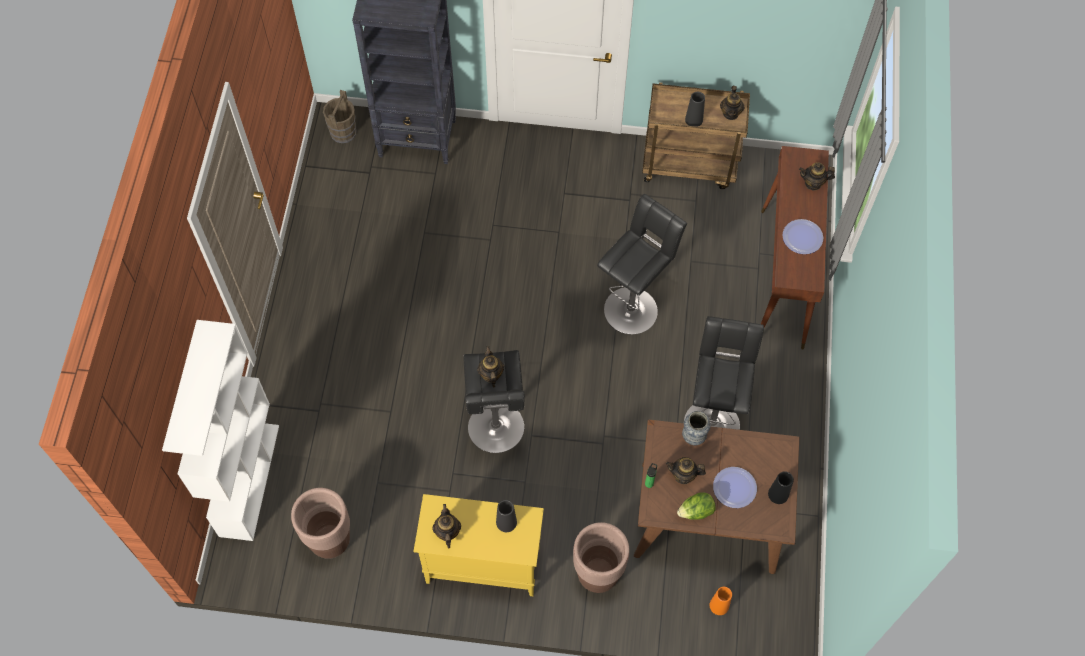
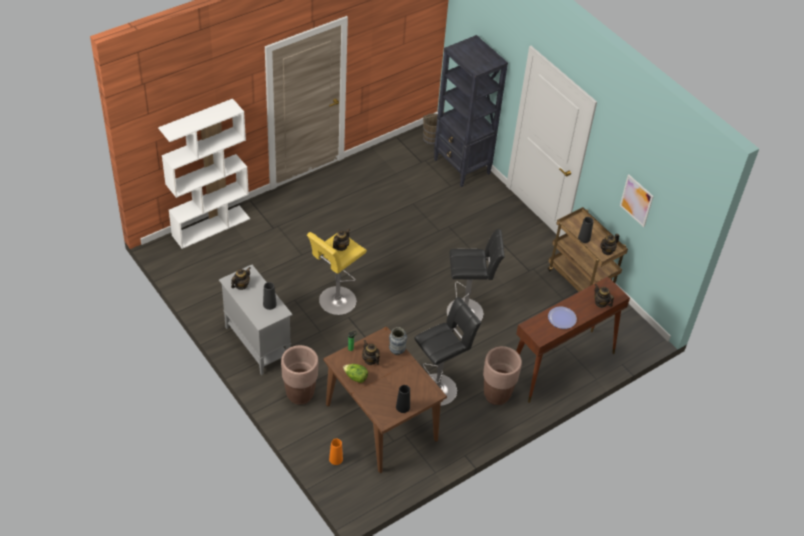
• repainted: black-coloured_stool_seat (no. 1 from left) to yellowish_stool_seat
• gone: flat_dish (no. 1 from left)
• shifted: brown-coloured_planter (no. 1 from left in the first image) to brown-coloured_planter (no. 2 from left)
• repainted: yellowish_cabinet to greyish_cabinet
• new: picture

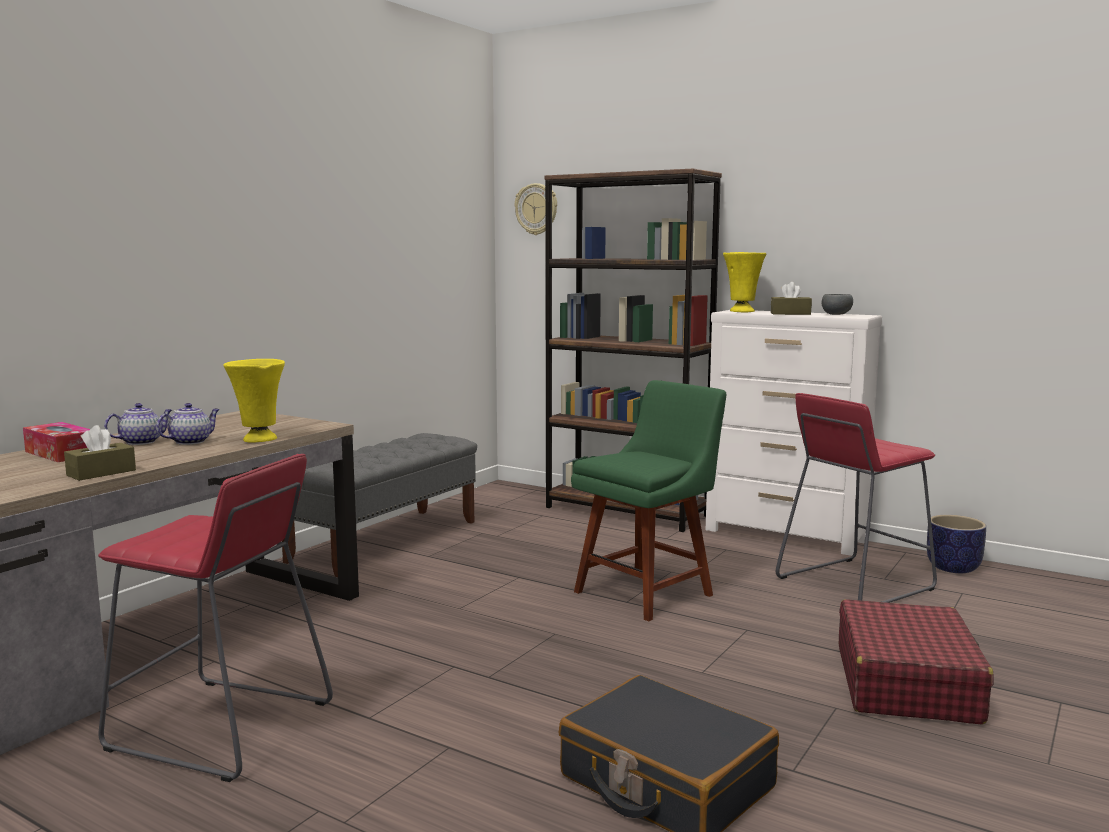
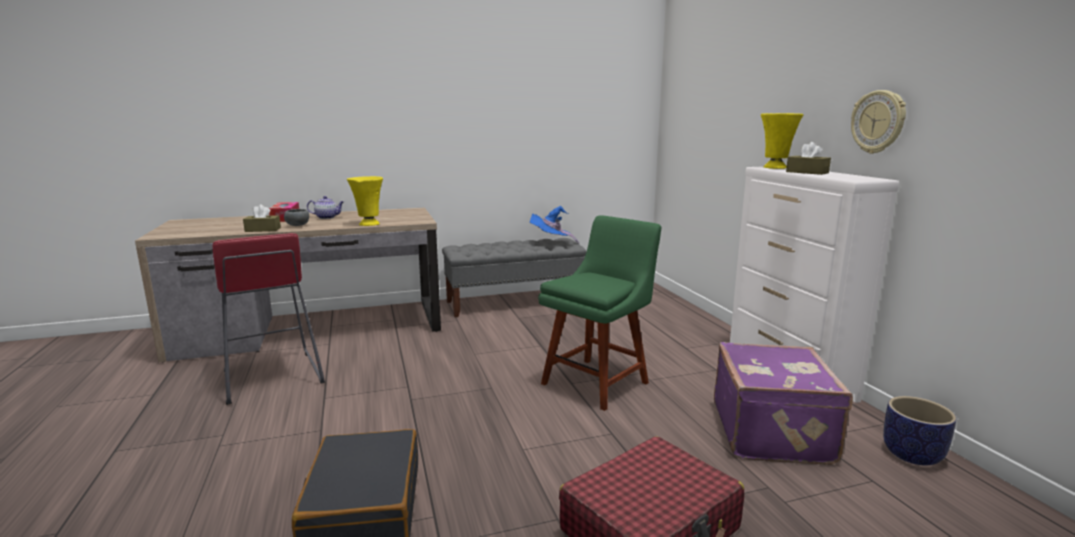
• gone: brown-coloured_bookcase
• shifted: hanging_clock
• shifted: greyish_bowl
• rotated: greenish_chair 45 degrees counterclockwise
• swapped: red-coloured_stool_seat (no. 2 from left) to purple-coloured_travel_case
• gone: tea_pot (no. 2 from left)
• new: blue_clothing_hat

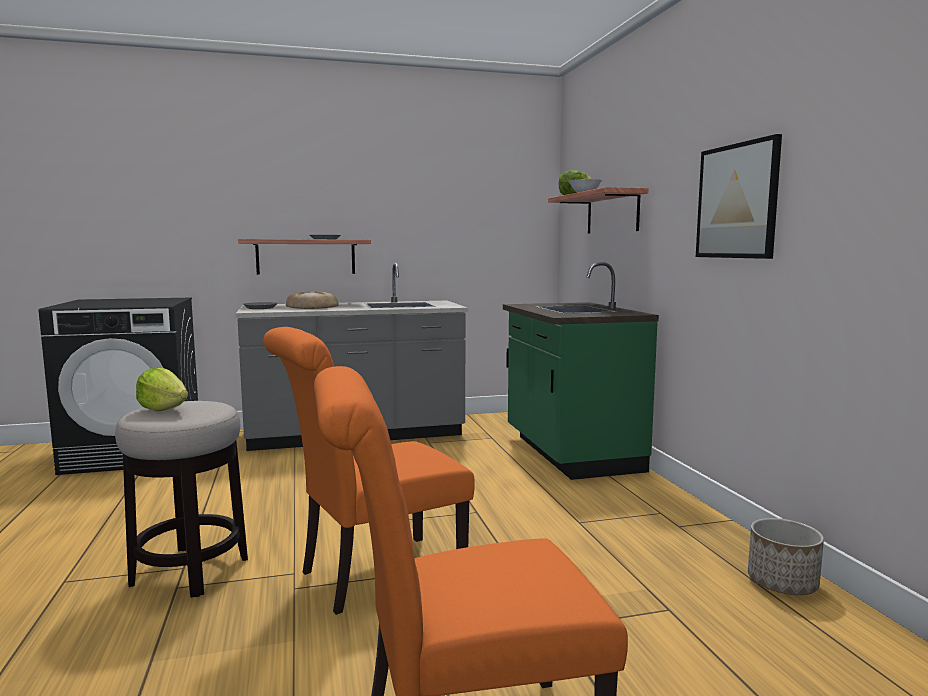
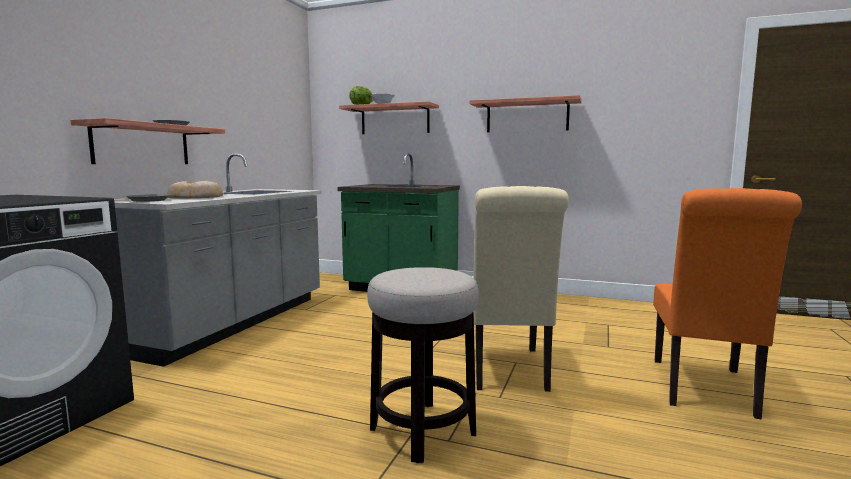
• swapped: picture to bracket_shelf (no. 3 from left)
• repainted: orangey_chair (no. 1 from left) to beige_chair
• gone: head_of_lettuce (no. 1 from left)
• gone: planter

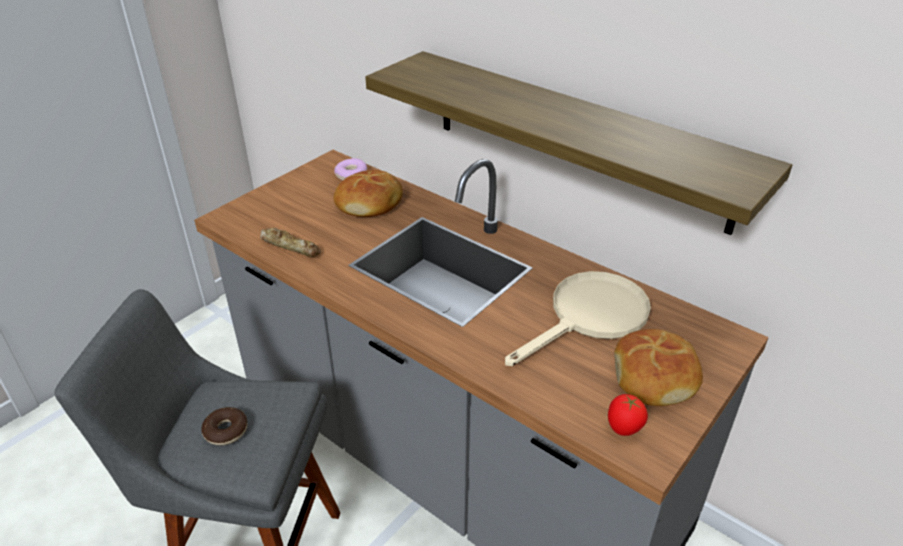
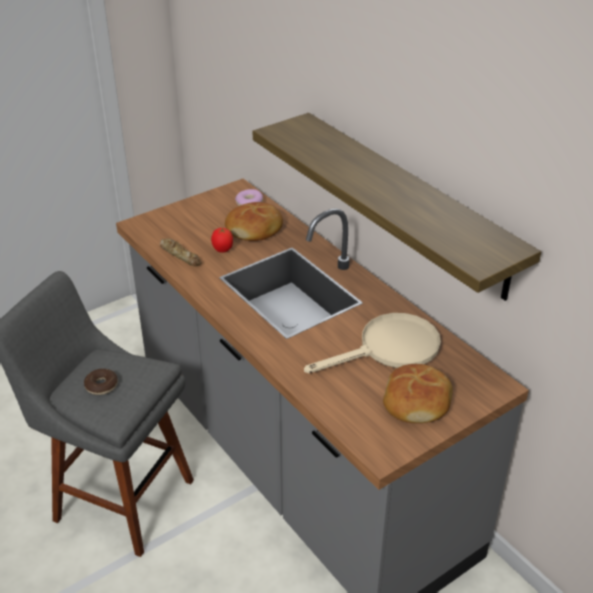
• shifted: whole_tomato

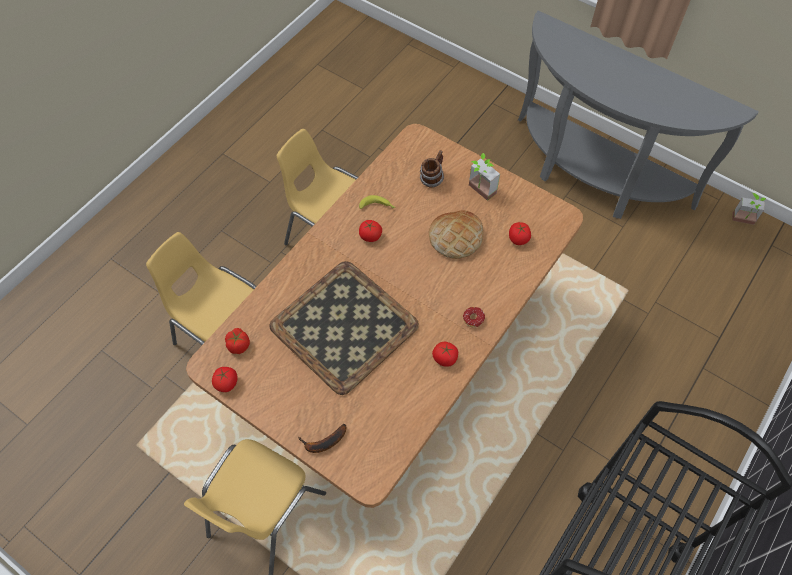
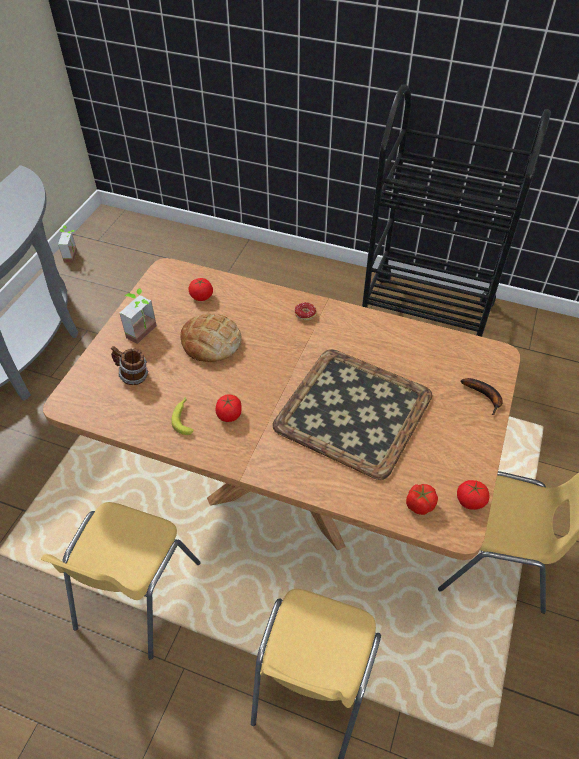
• gone: whole_tomato (no. 4 from left)

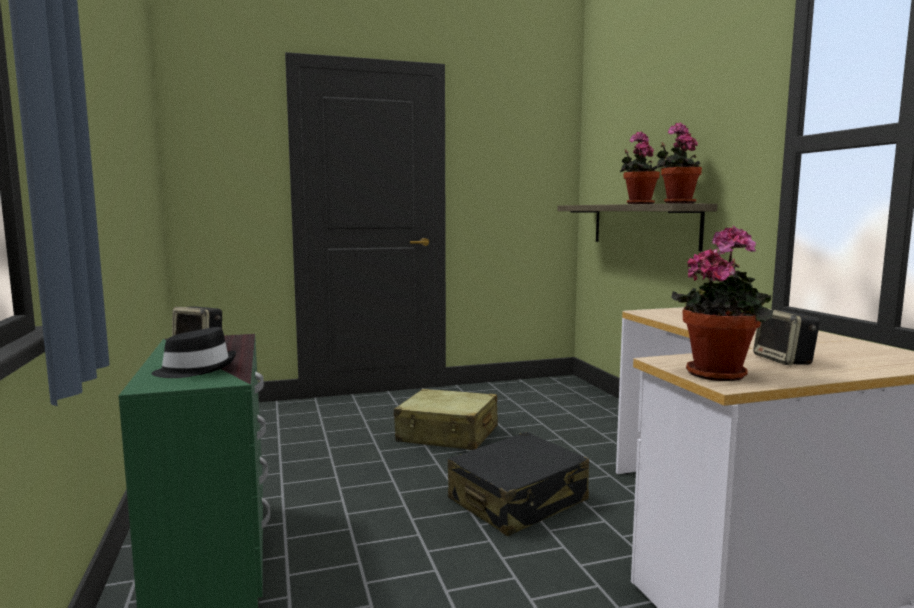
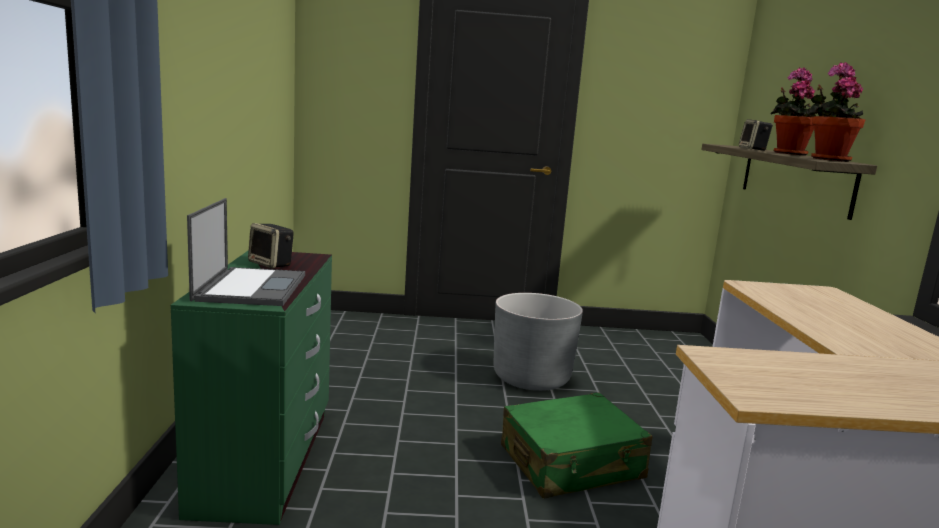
• gone: potted_plant (no. 3 from left)
• shifted: speaker (no. 2 from left)
• swapped: black-coloured_clothing_hat to notebook_computer
• swapped: beige_travel_case to greyish_planter
• repainted: black-coloured_travel_case to greenish_travel_case

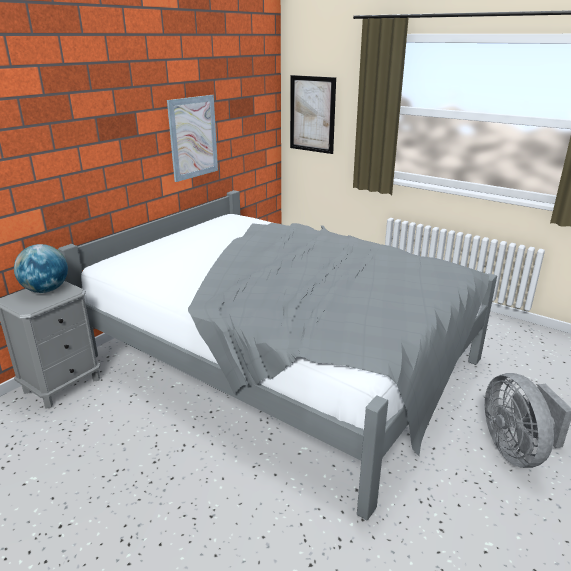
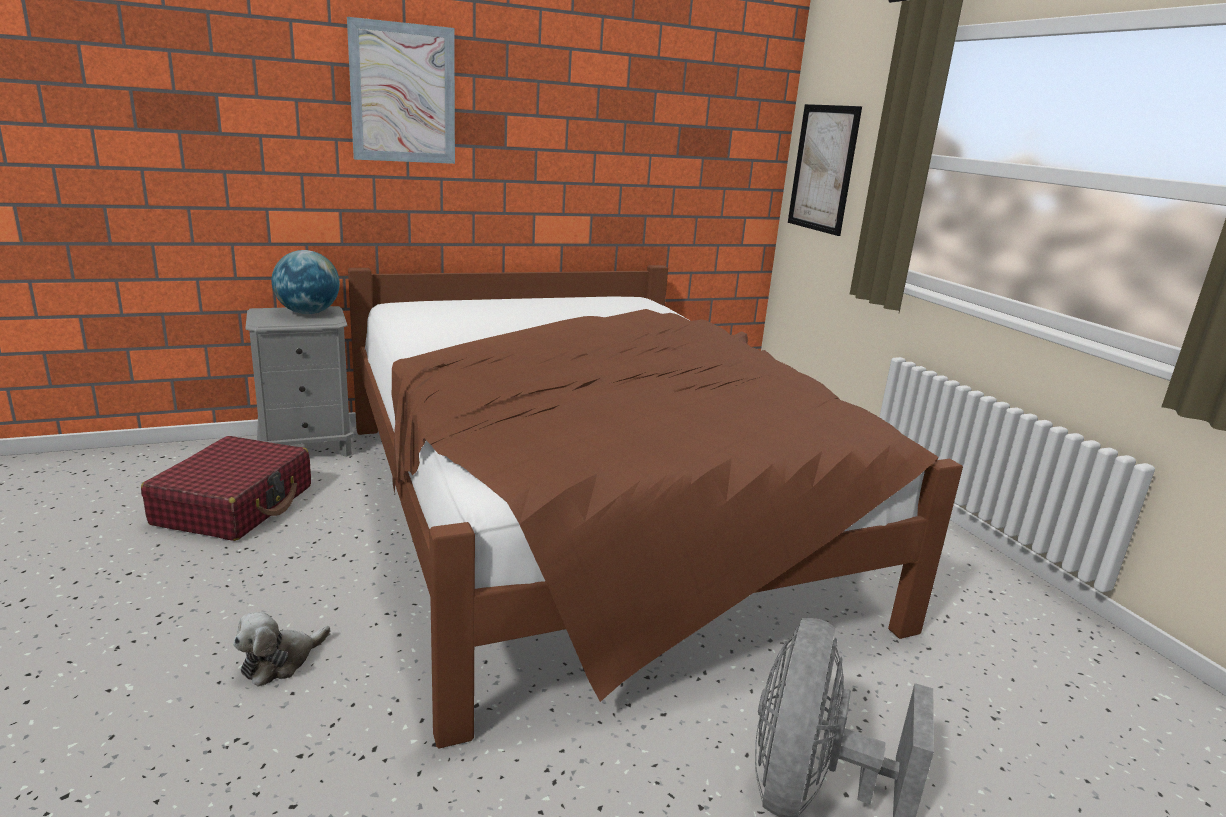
• shifted: picture (no. 1 from left)
• repainted: greyish_bedroom_bed to brown-coloured_bedroom_bed
• new: red-coloured_travel_case
• new: cuddly_toy

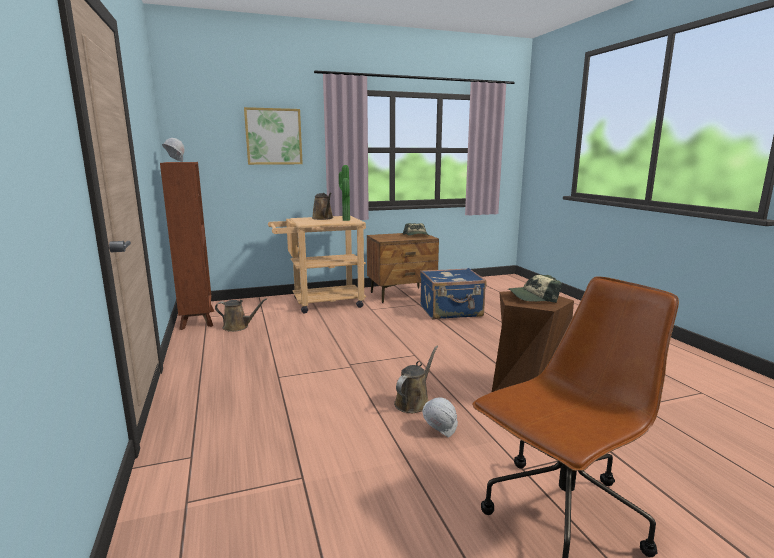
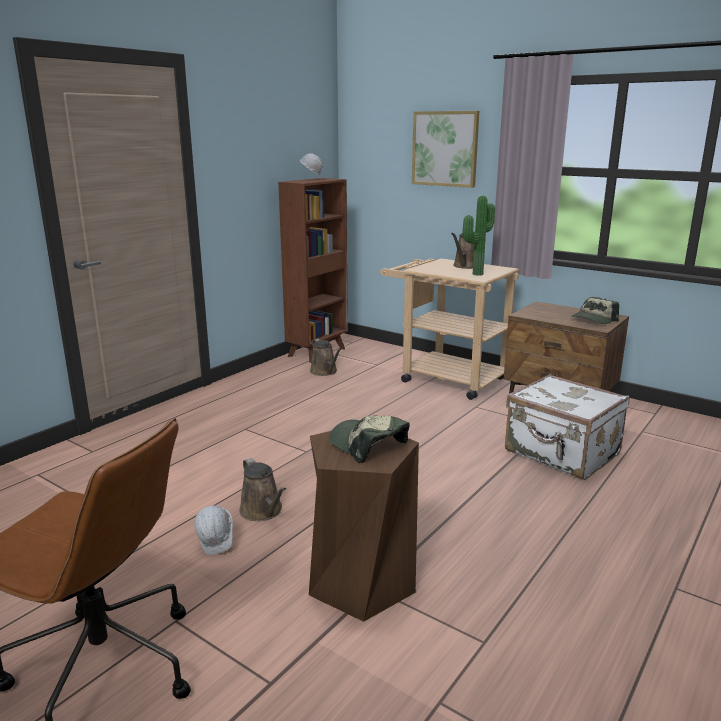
• repainted: blue_travel_case to whitish_travel_case
• rotated: brown-coloured_watering_pot (no. 3 from left in the first image) 60 degrees clockwise

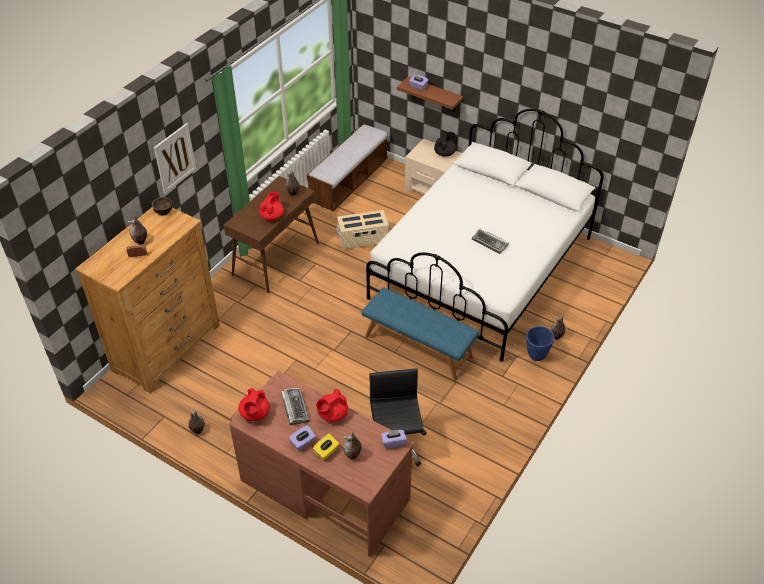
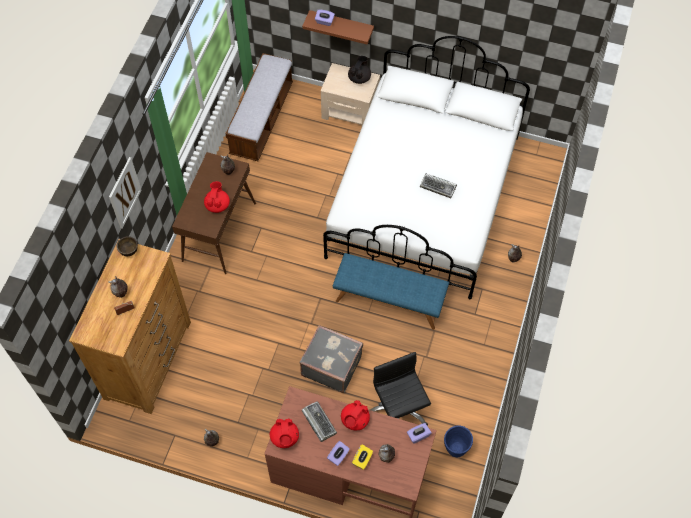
• gone: beige_storage_container
• shifted: blue_planter
• new: greyish_travel_case

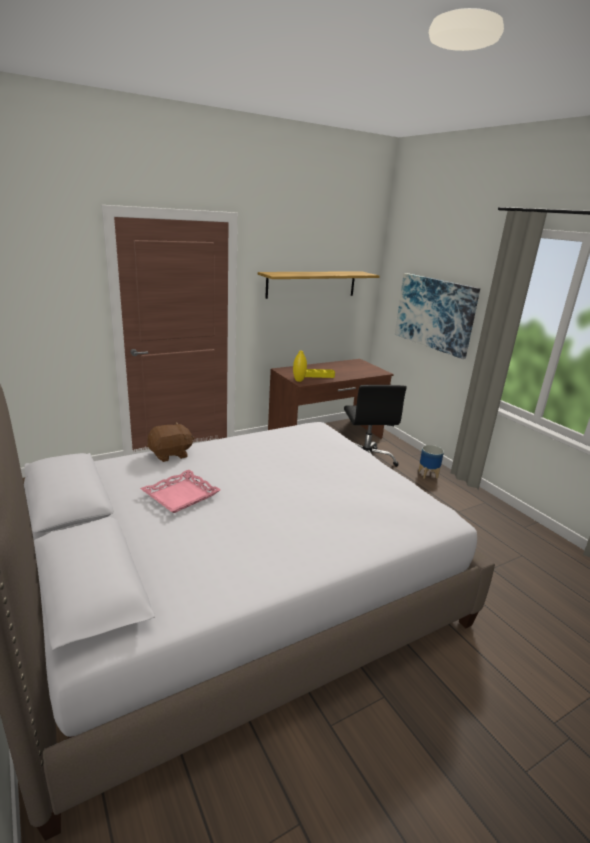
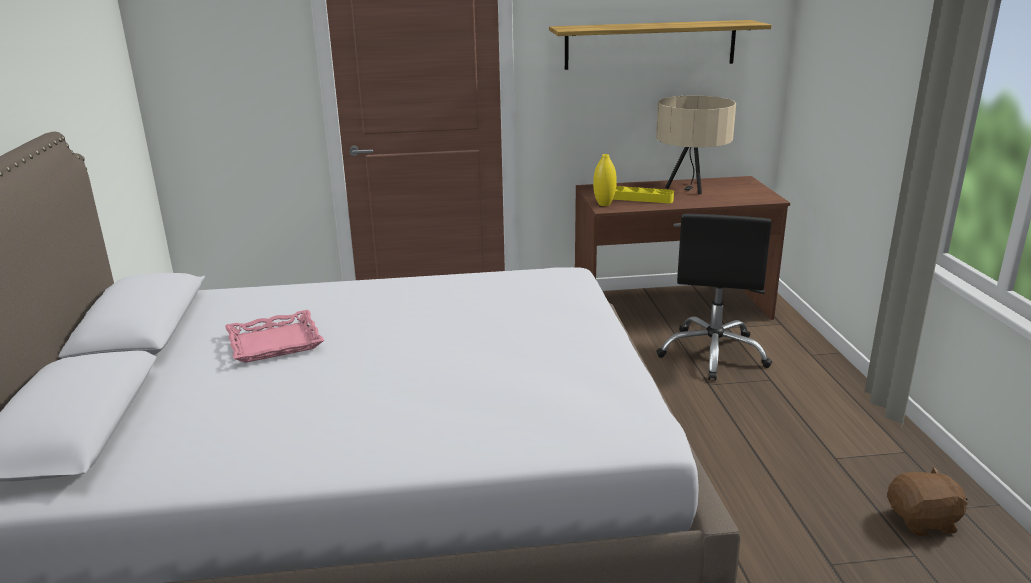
• gone: picture
• shifted: brown-coloured_cuddly_toy
• gone: planter
• new: beige_tabletop_lamp

